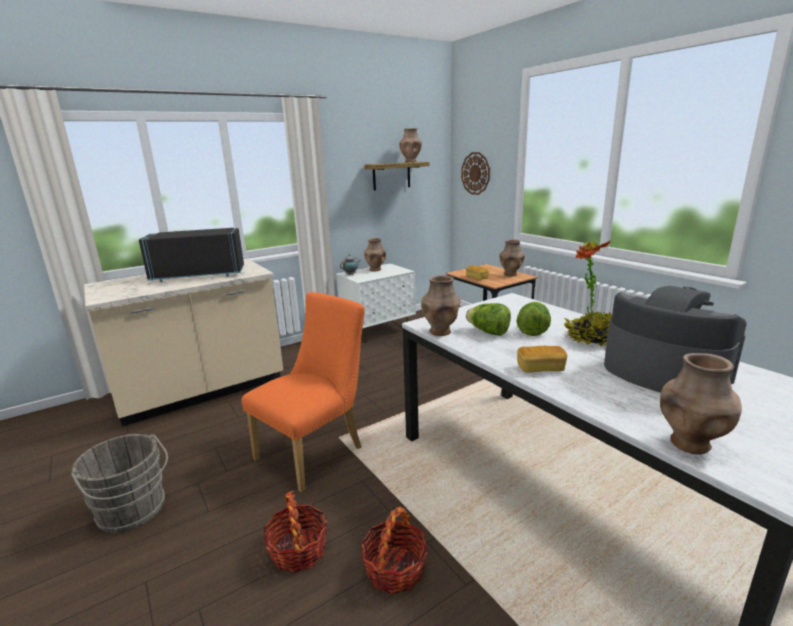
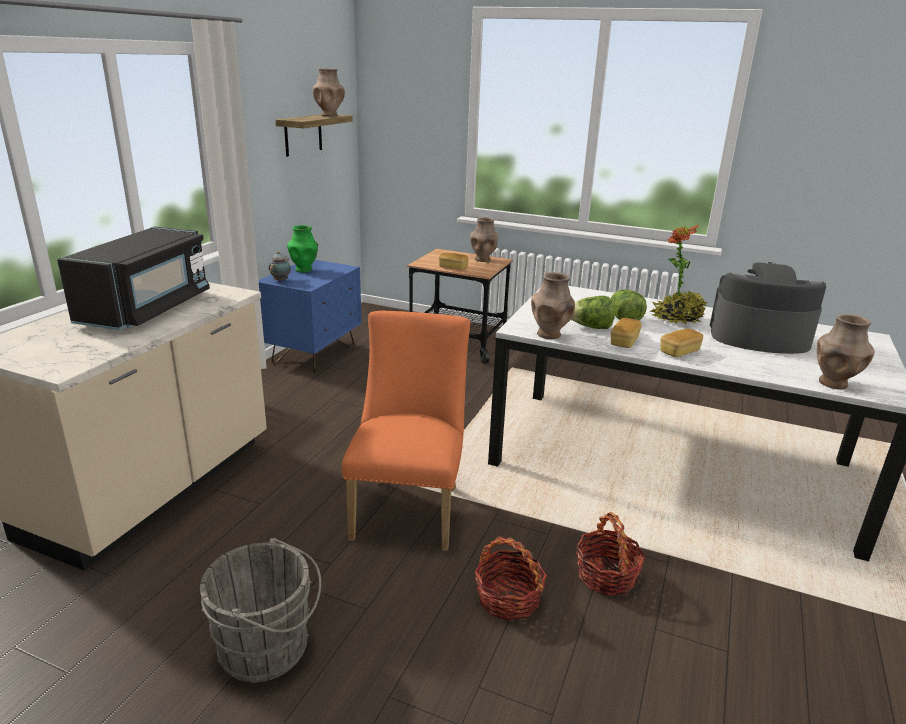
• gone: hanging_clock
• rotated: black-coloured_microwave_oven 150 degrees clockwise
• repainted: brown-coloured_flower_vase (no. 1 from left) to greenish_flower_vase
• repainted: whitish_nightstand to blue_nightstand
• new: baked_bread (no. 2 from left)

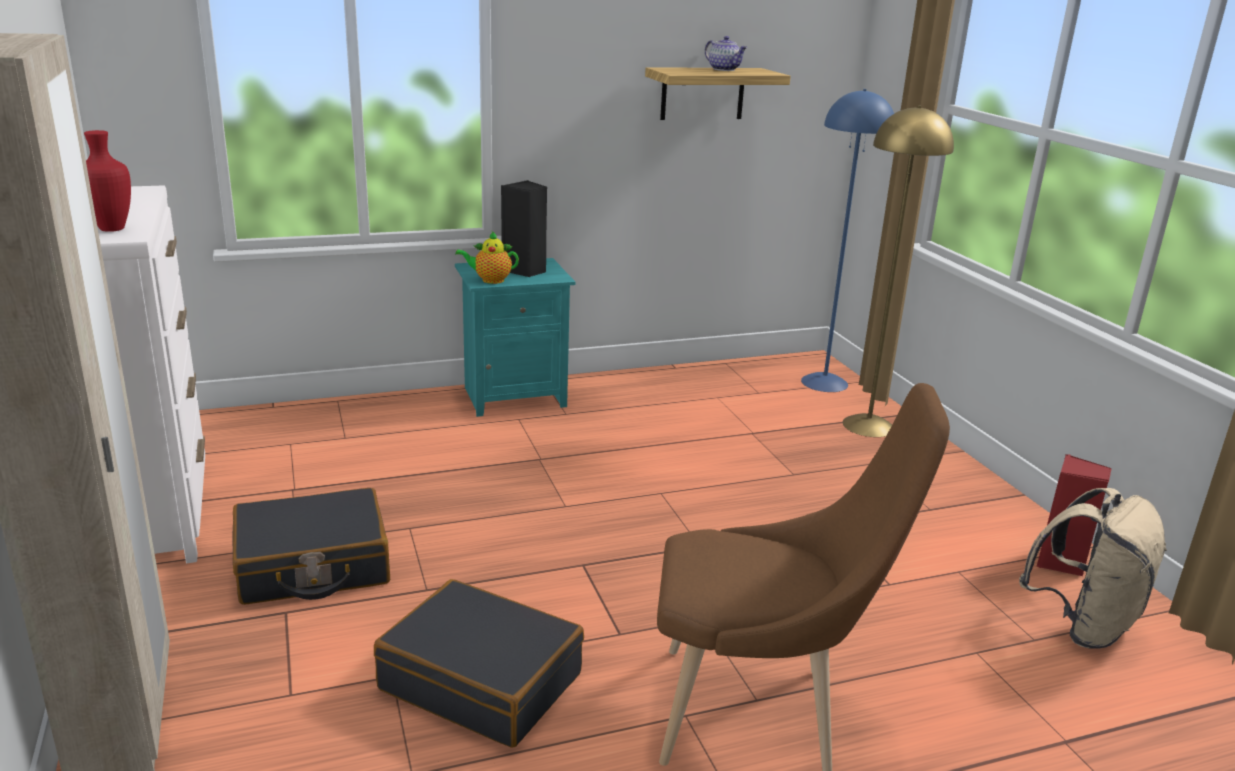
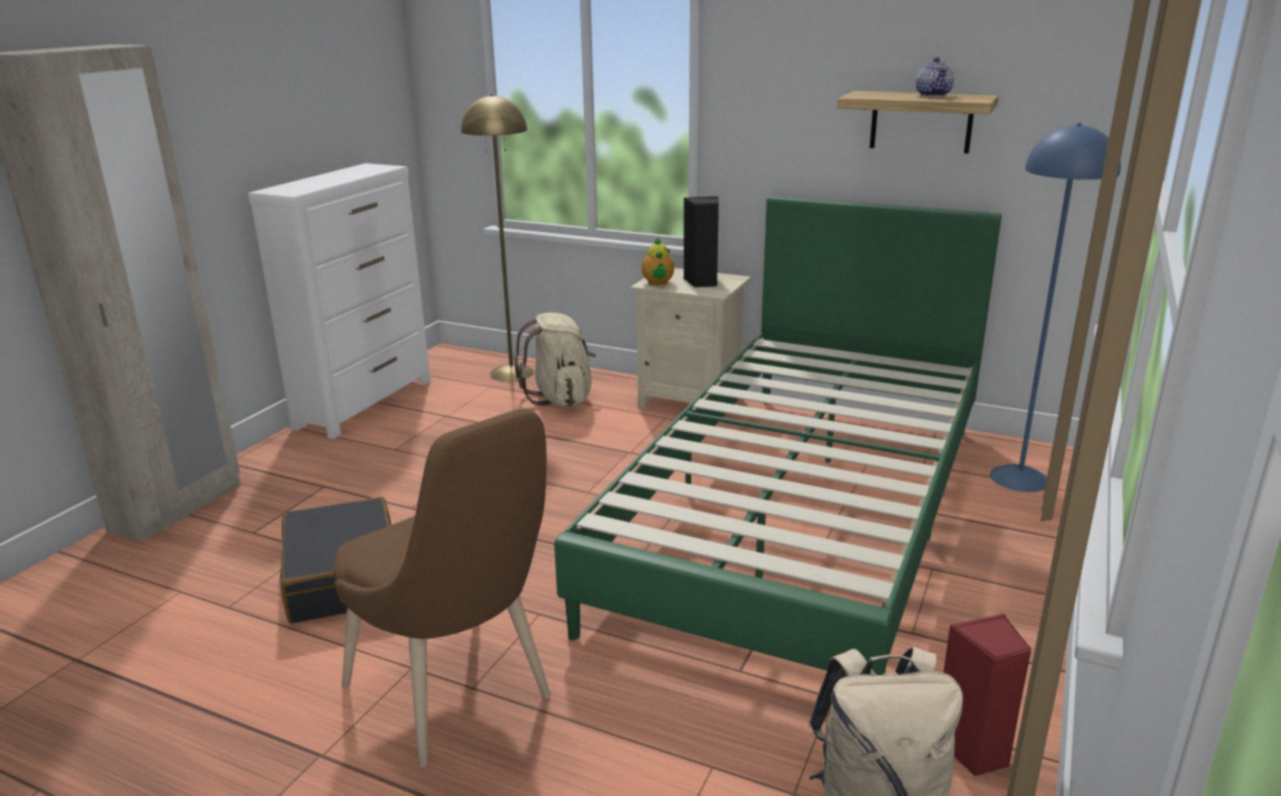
• shifted: yellowish_standing_lamp
• gone: red-coloured_flower_vase
• rotated: tea_pot (no. 1 from left) 135 degrees counterclockwise
• repainted: turquoise-coloured_nightstand to beige_nightstand
• gone: black-coloured_travel_case (no. 1 from left)
• new: greenish_bedroom_bed
• new: beige_knapsack (no. 1 from left)

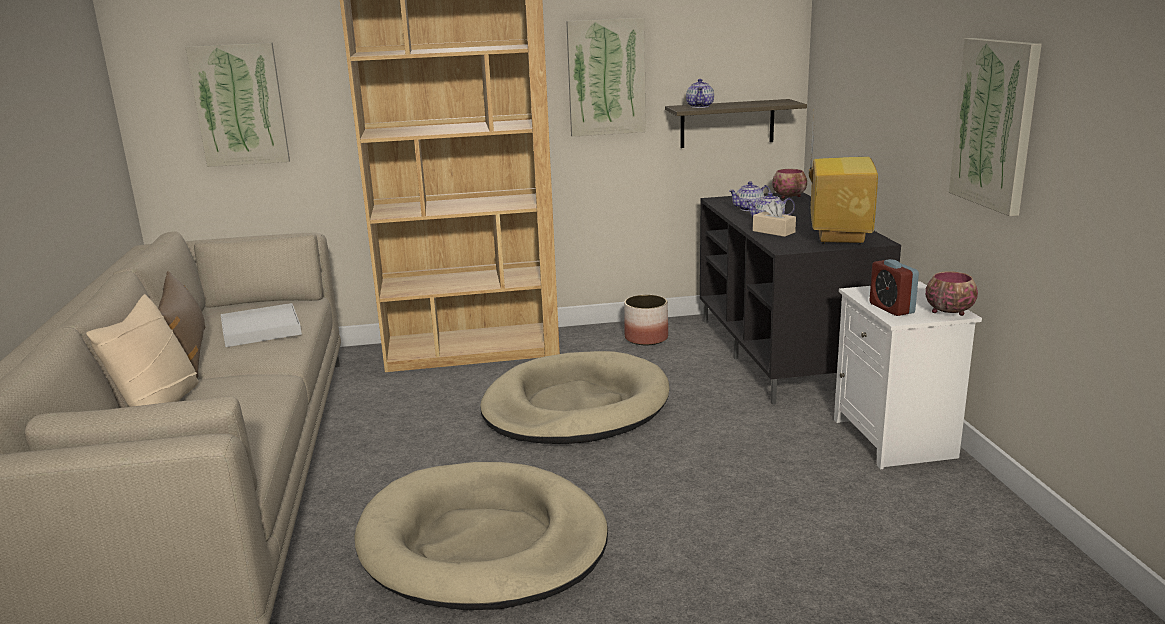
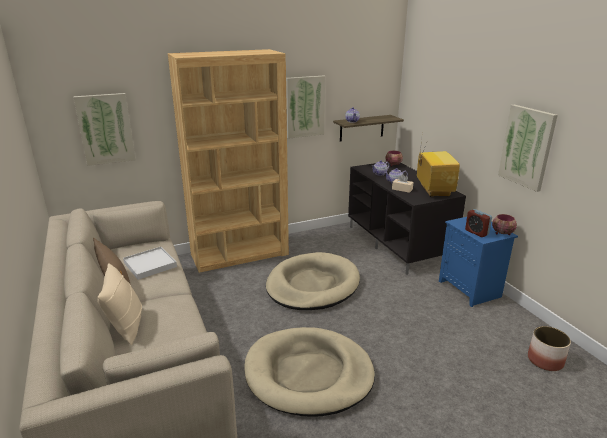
• repainted: whitish_nightstand to blue_nightstand
• shifted: planter

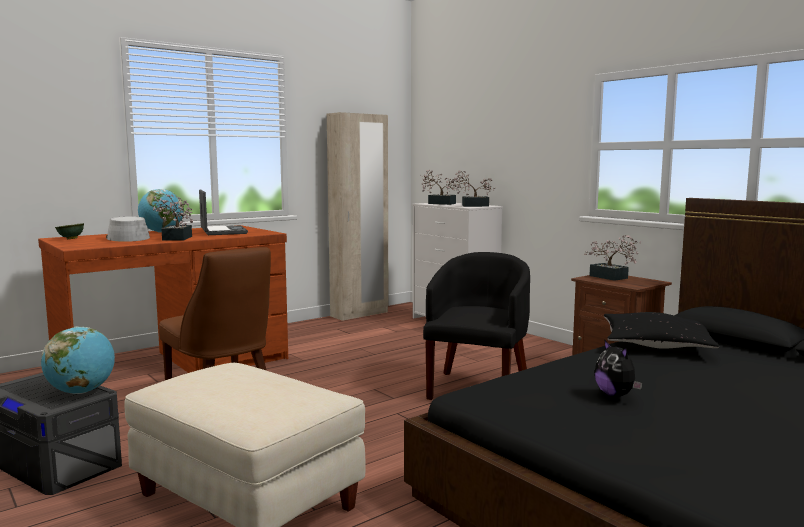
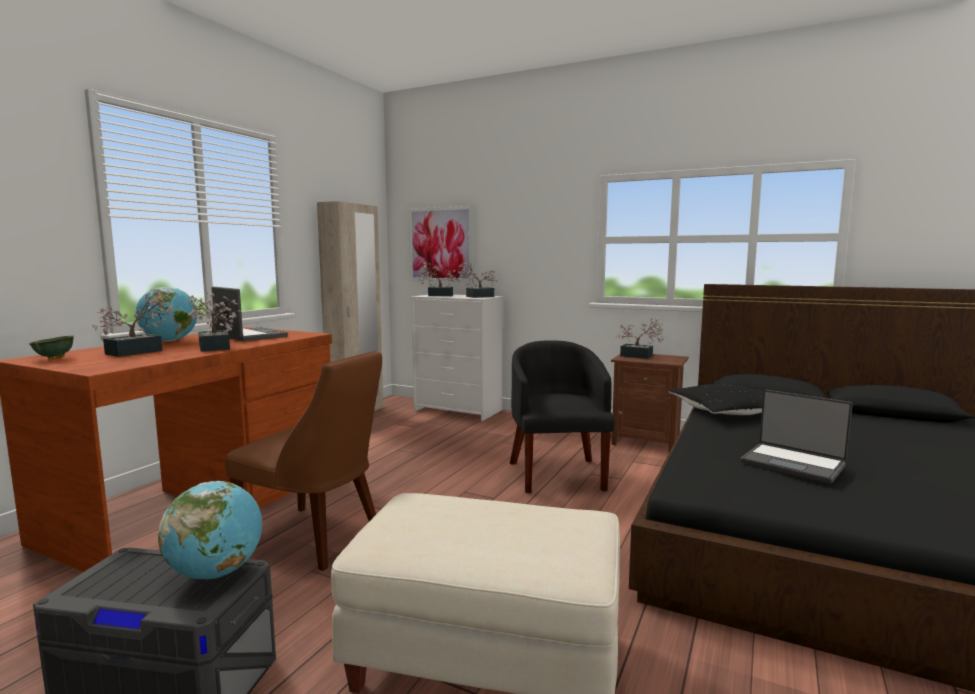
• swapped: greyish_clothing_hat to potted_plant (no. 1 from left)
• swapped: cuddly_toy to notebook_computer (no. 2 from left)
• new: picture

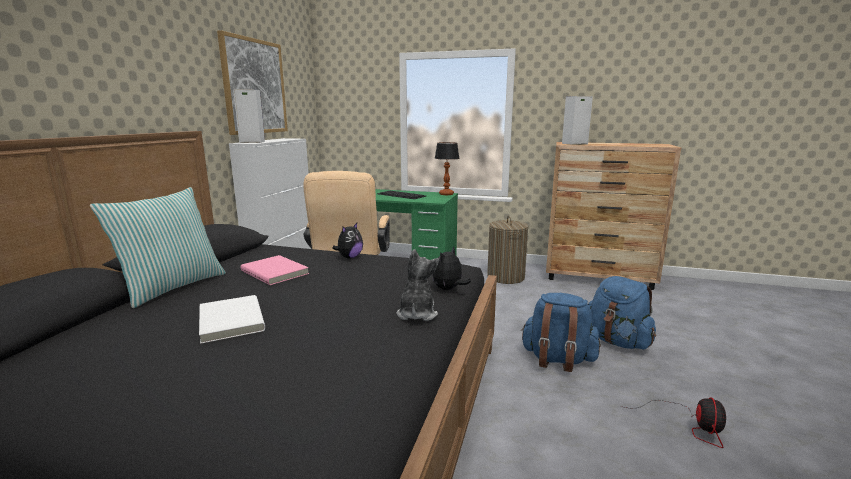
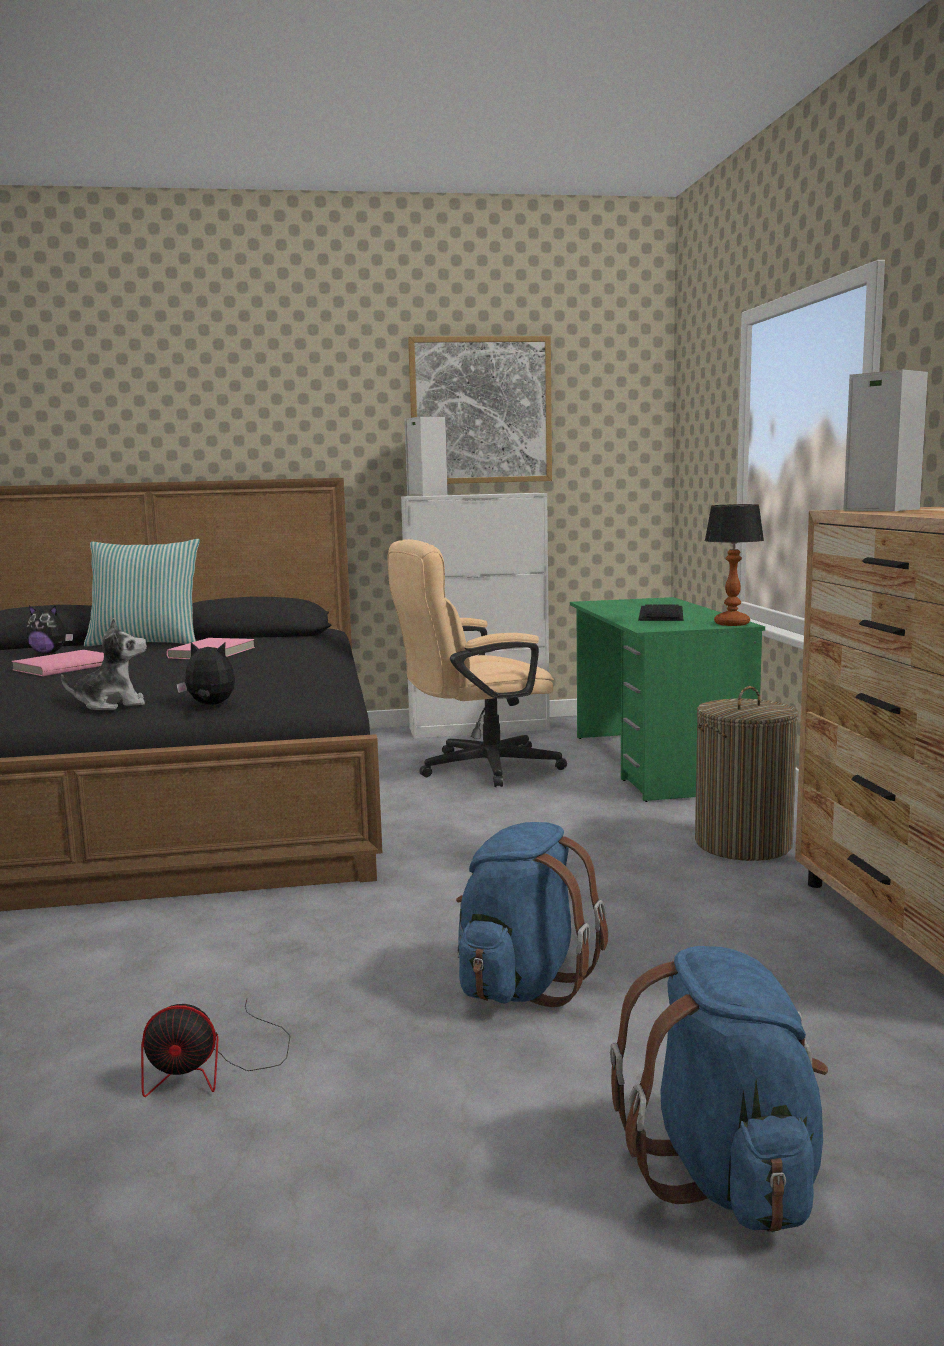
• shifted: cuddly_toy (no. 1 from left)
• shifted: blue_knapsack (no. 1 from left in the first image) to blue_knapsack (no. 2 from left)
• repainted: whitish_volume to pinkish_volume (no. 1 from left)

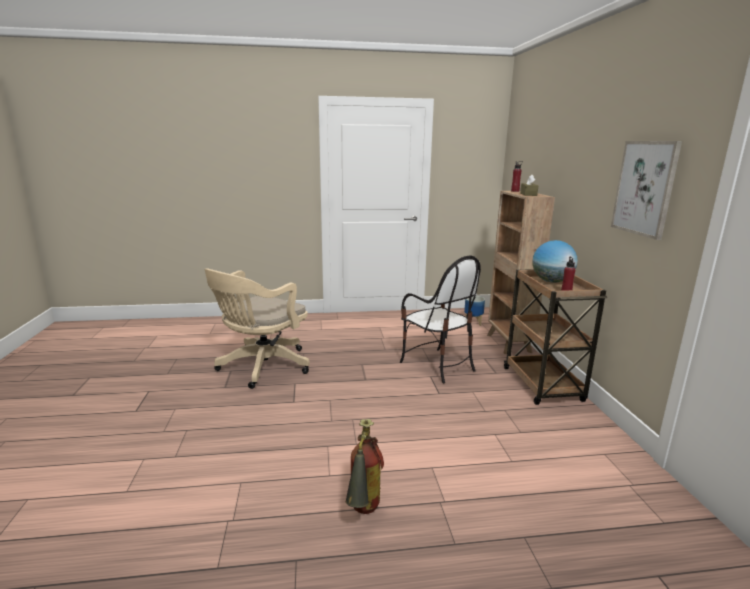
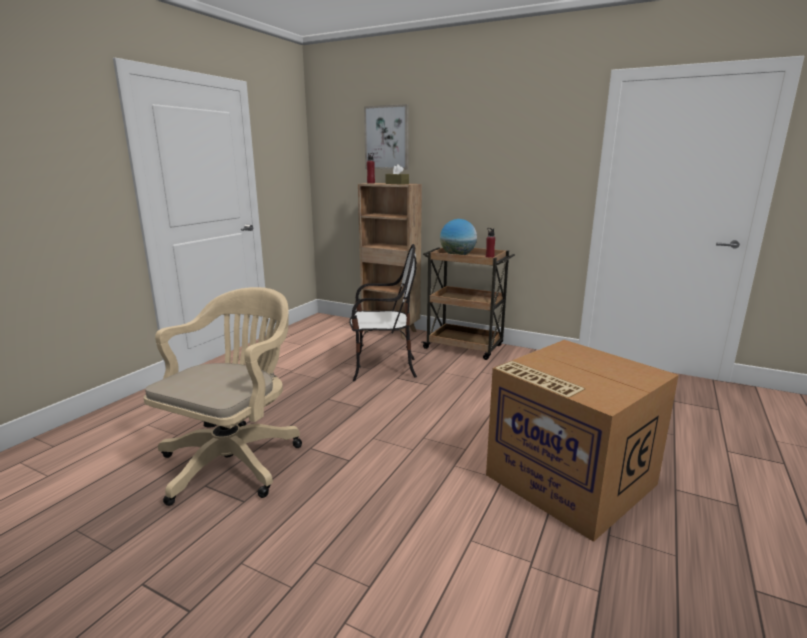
• shifted: picture
• rotated: beige_computer_chair 135 degrees counterclockwise
• gone: planter
• swapped: fire_extinguisher to carton

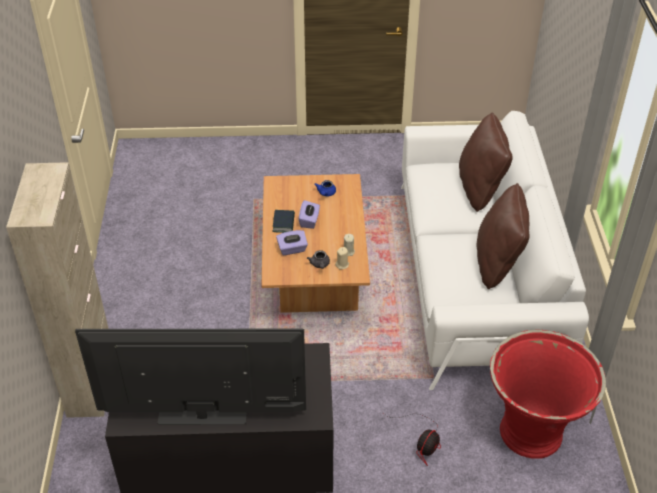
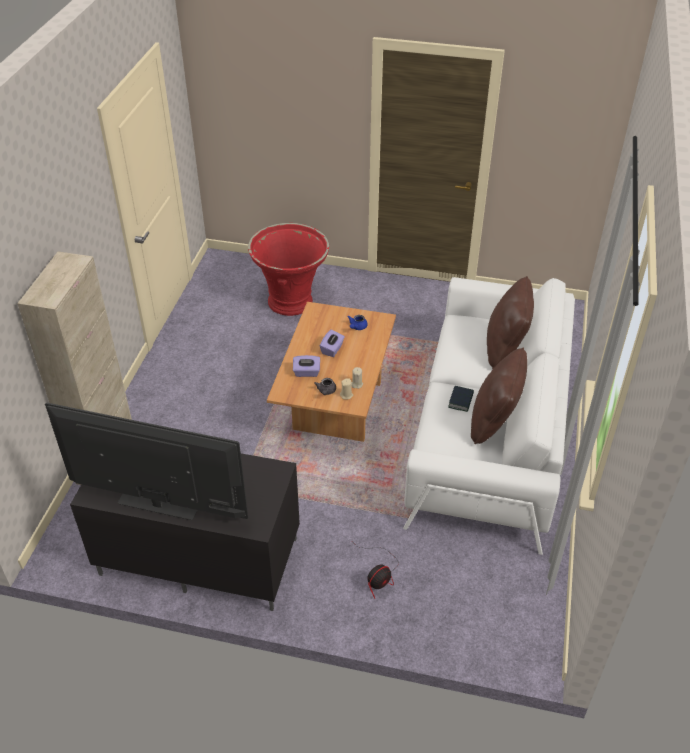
• shifted: volume
• shifted: red-coloured_planter

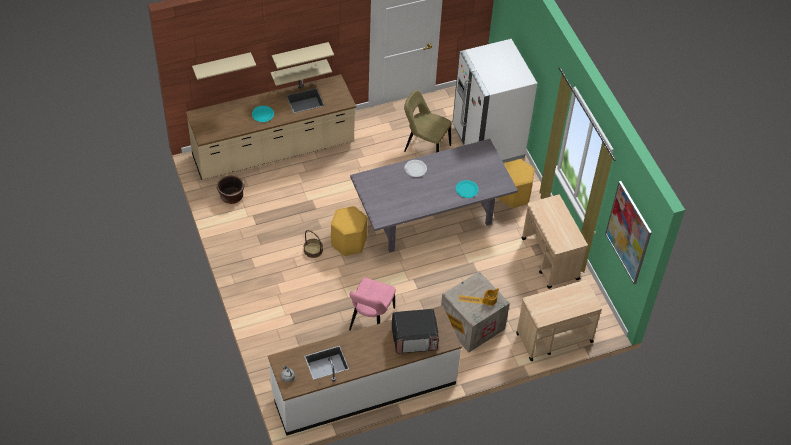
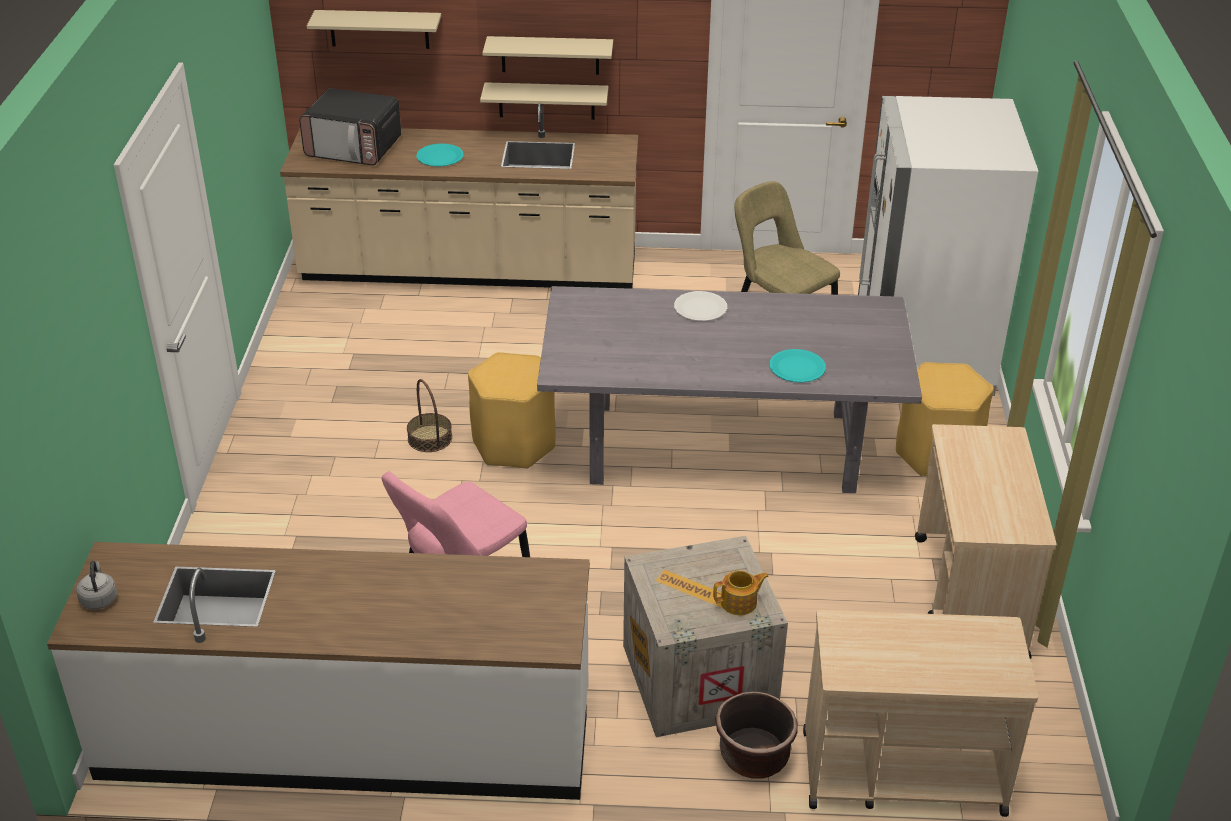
• shifted: brown-coloured_planter
• gone: picture
• shifted: microwave_oven

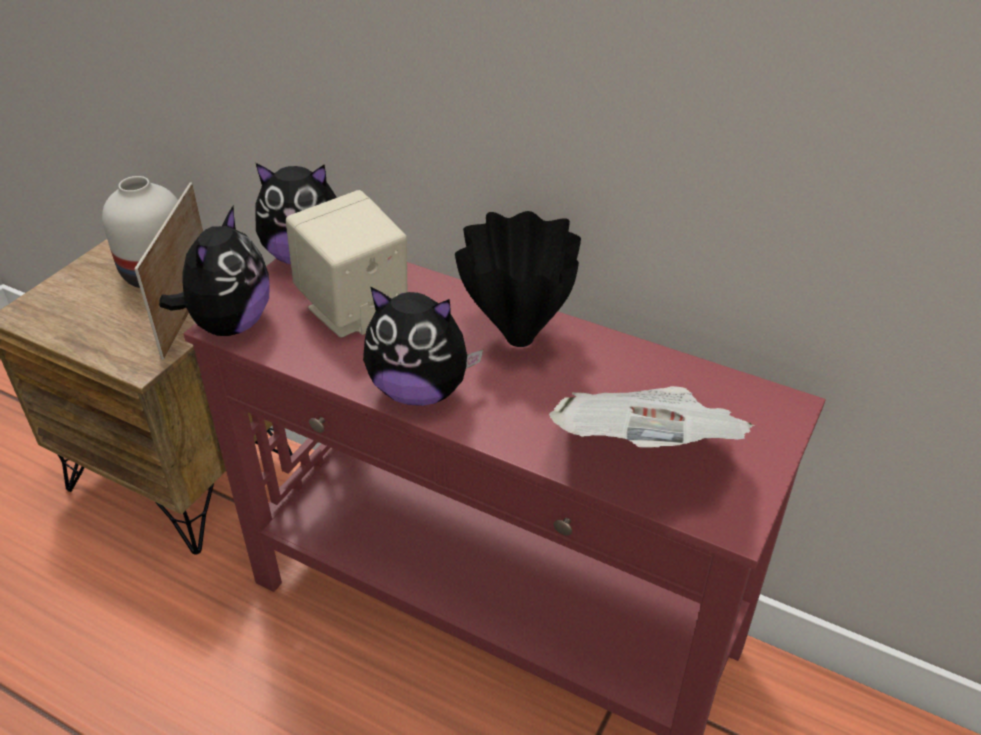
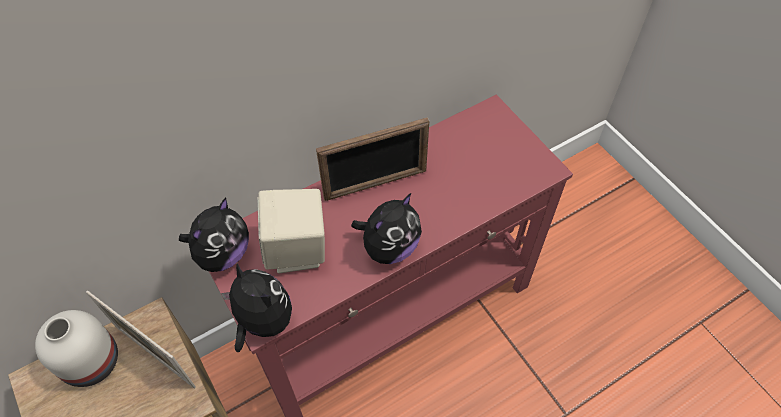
• swapped: black-coloured_flower_vase to photo_frame (no. 2 from left)
• gone: printed_paper

